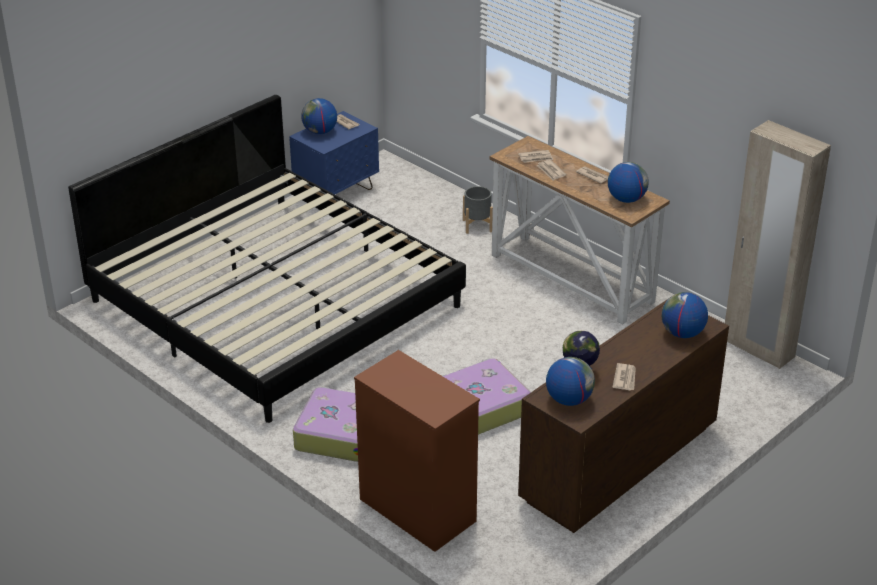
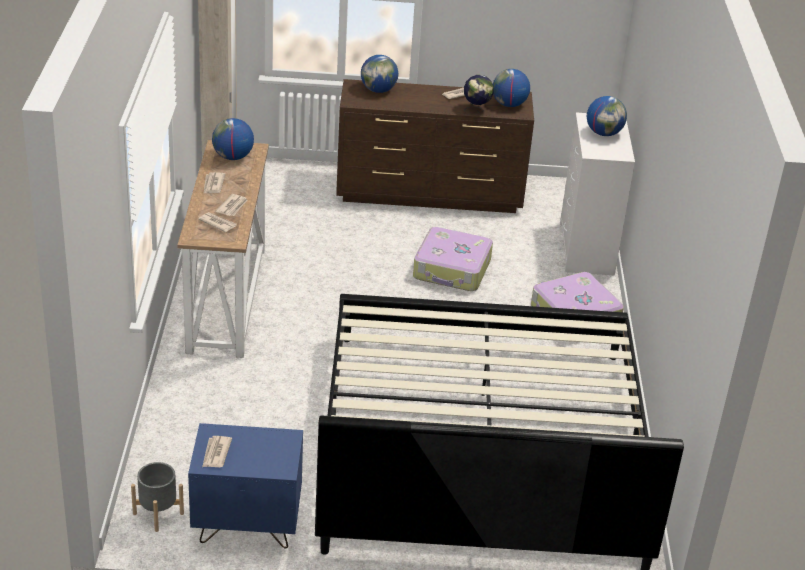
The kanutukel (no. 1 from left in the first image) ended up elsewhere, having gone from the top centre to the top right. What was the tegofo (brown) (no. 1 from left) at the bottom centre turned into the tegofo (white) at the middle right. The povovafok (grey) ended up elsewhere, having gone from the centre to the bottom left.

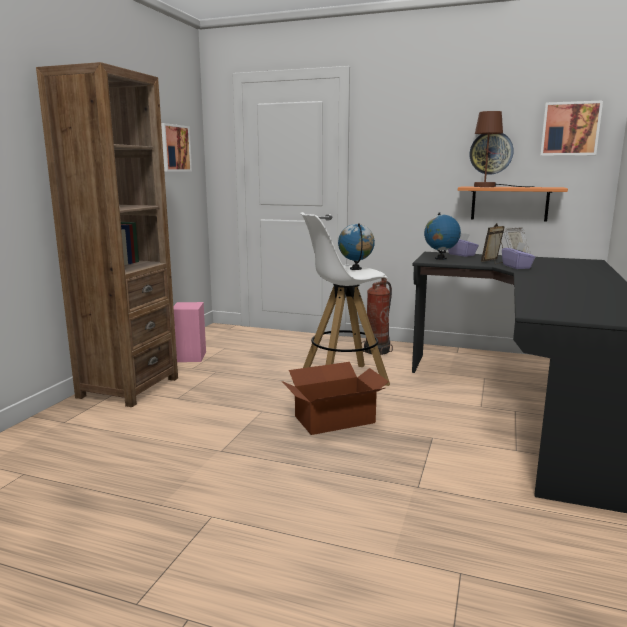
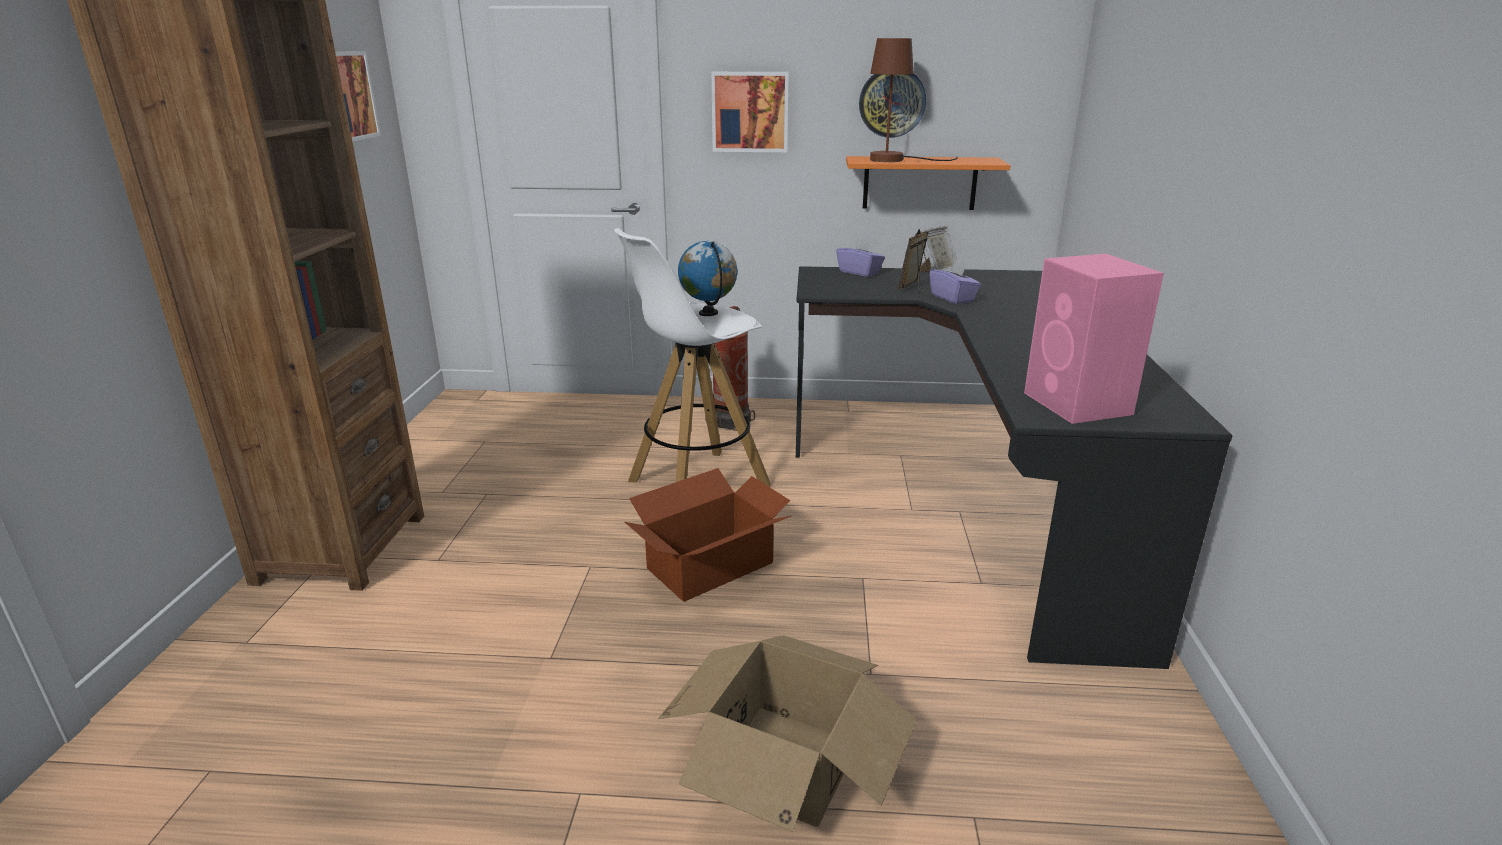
The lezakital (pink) ended up elsewhere, having gone from the middle left to the middle right. The second view lost the kanutukel (no. 2 from left) at the middle right. The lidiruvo (no. 2 from left) ended up elsewhere, having gone from the top right to the top centre. The second view gained the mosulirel (no. 2 from left) at the bottom centre.

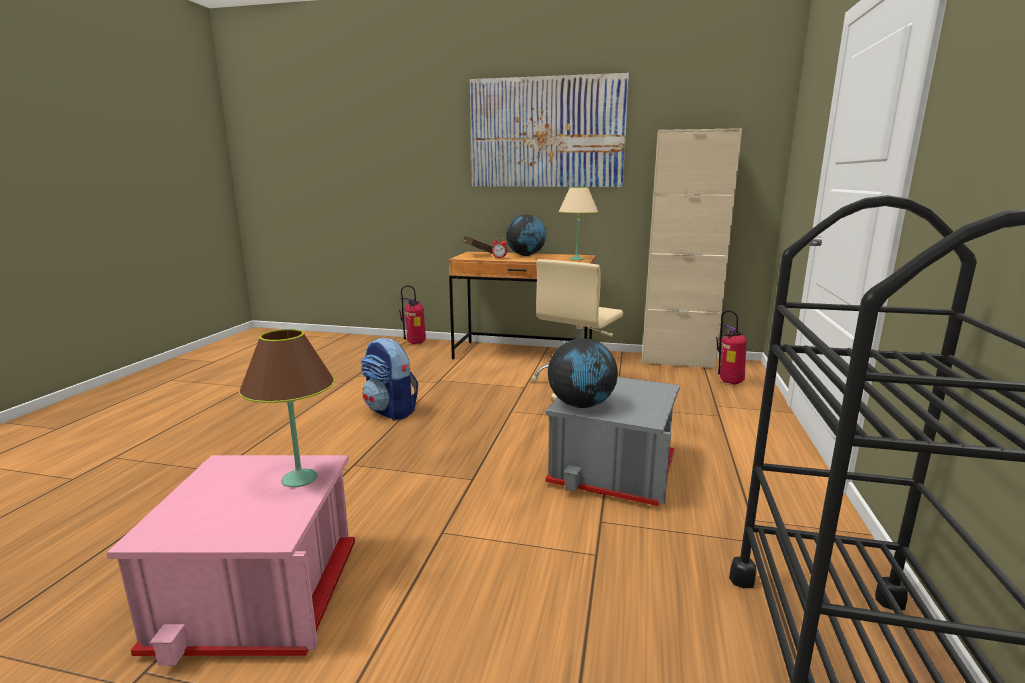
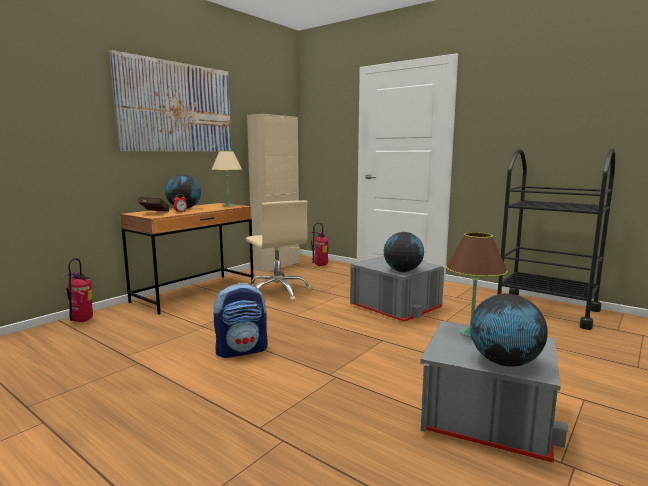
What was the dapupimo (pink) at the bottom left turned into the dapupimo (grey) (no. 2 from left) at the bottom right. The second view gained the kanutukel (no. 3 from left) at the bottom right.

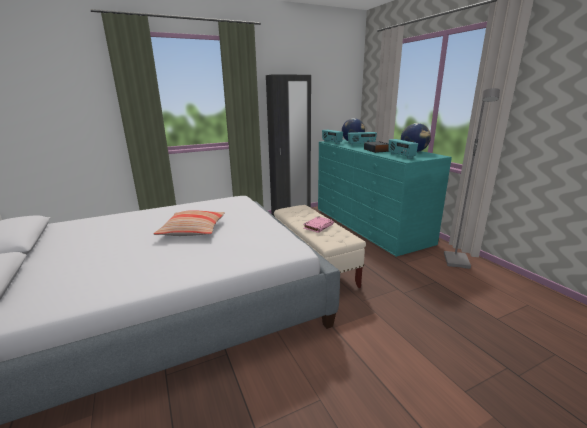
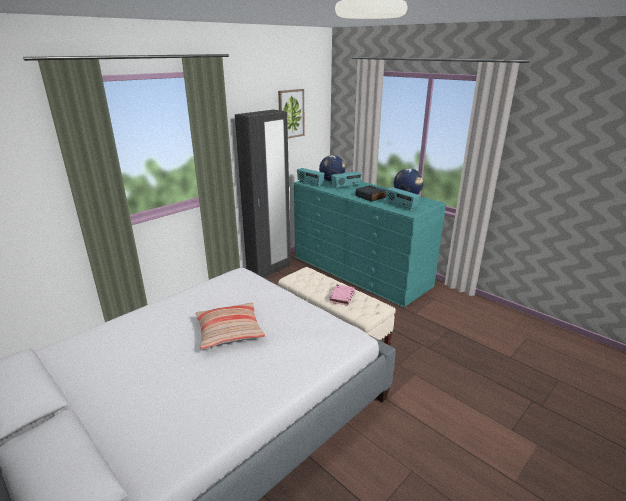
The second view lost the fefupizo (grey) at the middle right. The second view gained the lidiruvo at the top centre.

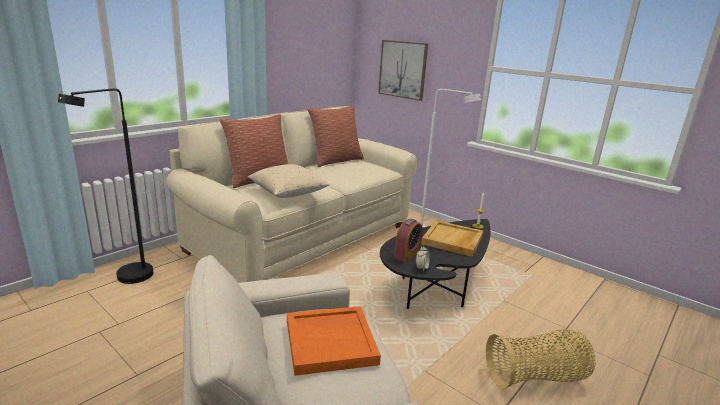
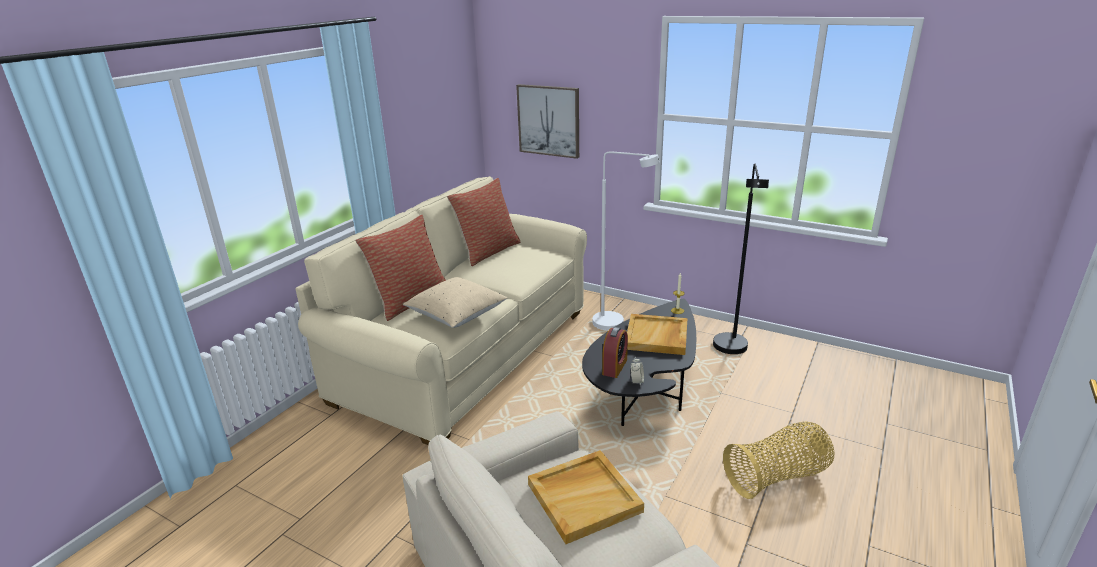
The fefupizo (black) ended up elsewhere, having gone from the middle left to the middle right. What was the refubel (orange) at the bottom centre turned into the refubel (beige) (no. 1 from left) at the bottom centre.

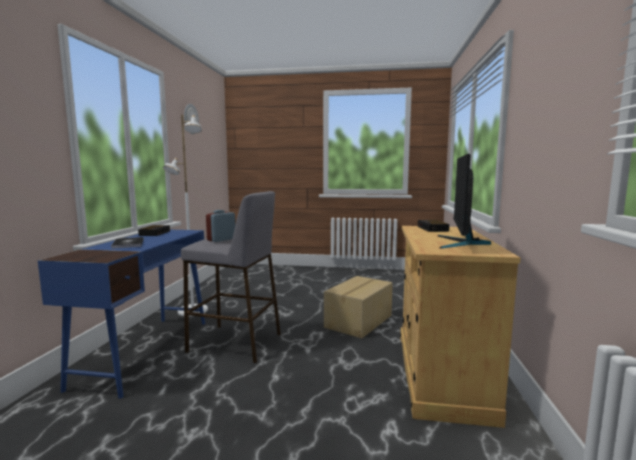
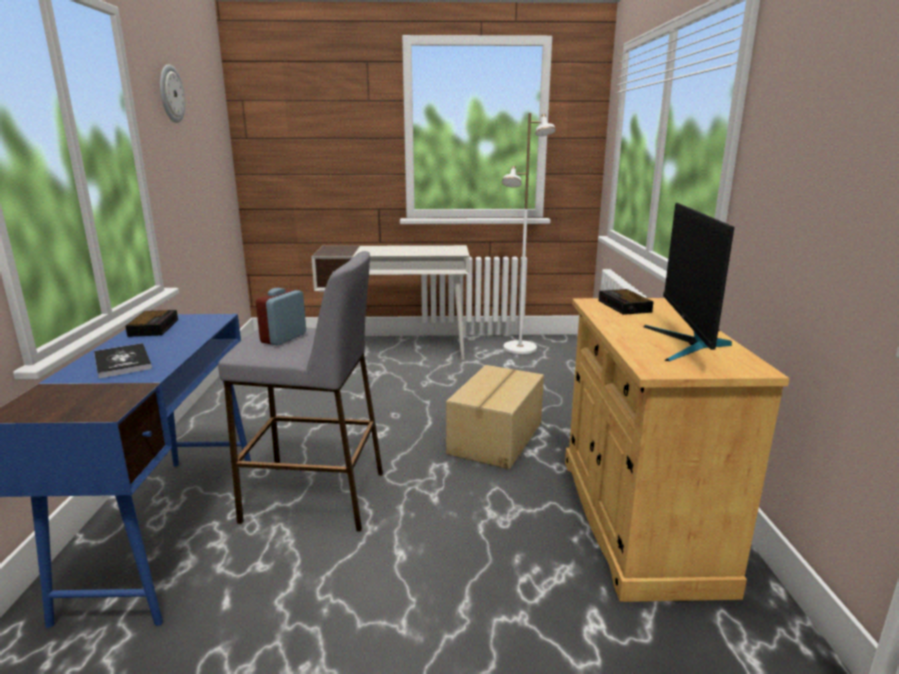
The fefupizo (white) ended up elsewhere, having gone from the middle left to the centre. The second view gained the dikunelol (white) at the centre.

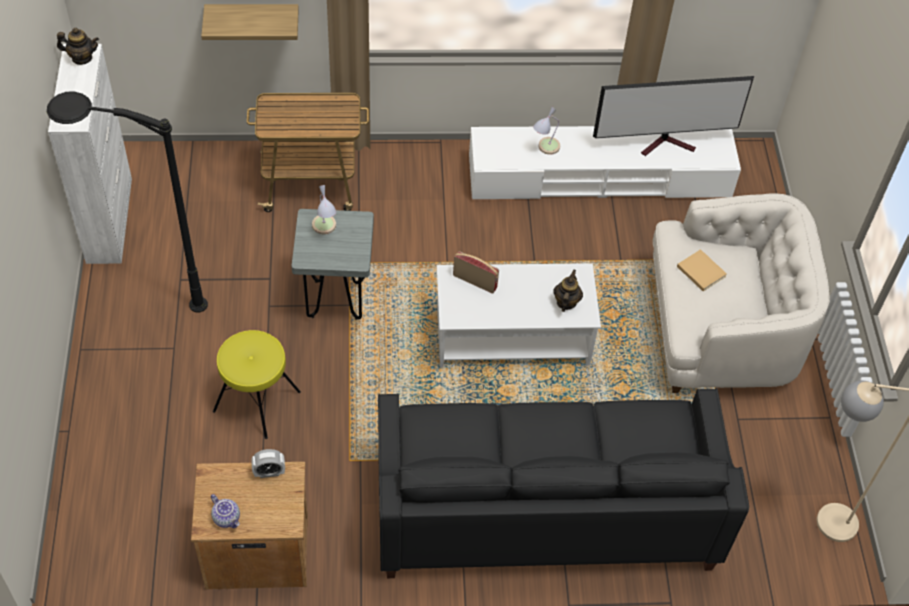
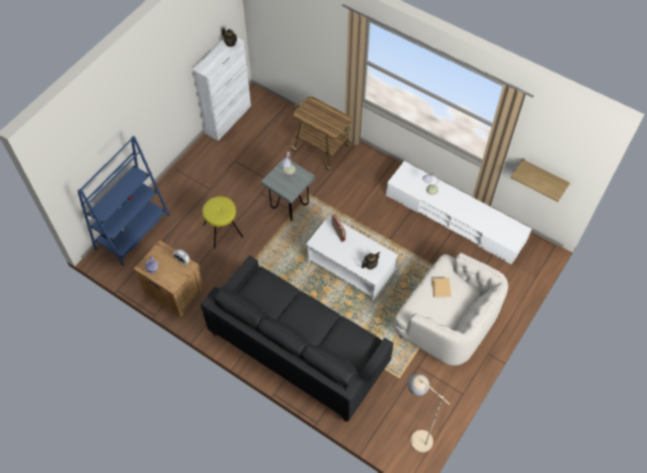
The second view lost the fefupizo (black) at the middle left. The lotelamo ended up elsewhere, having gone from the top left to the middle right. The second view lost the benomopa at the top right. The second view gained the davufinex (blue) at the middle left.

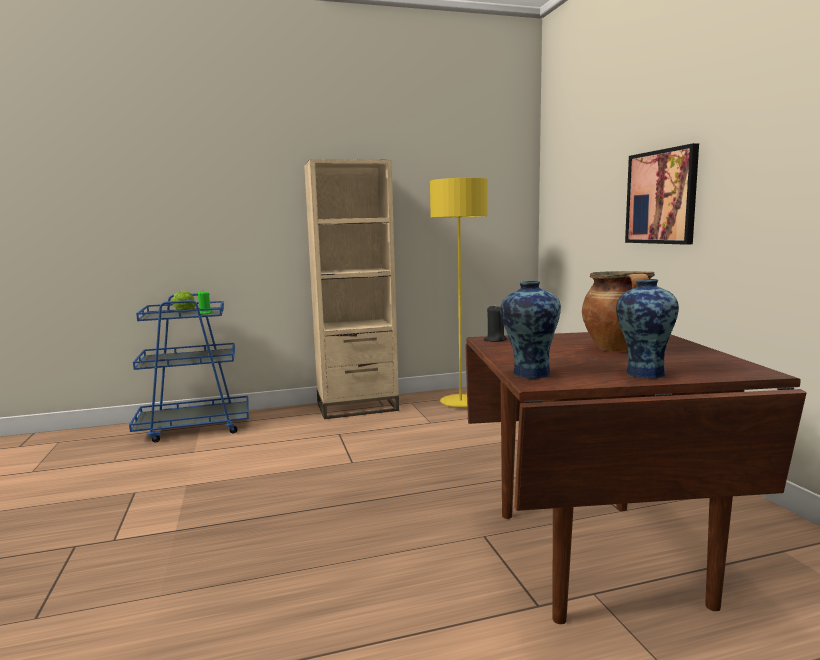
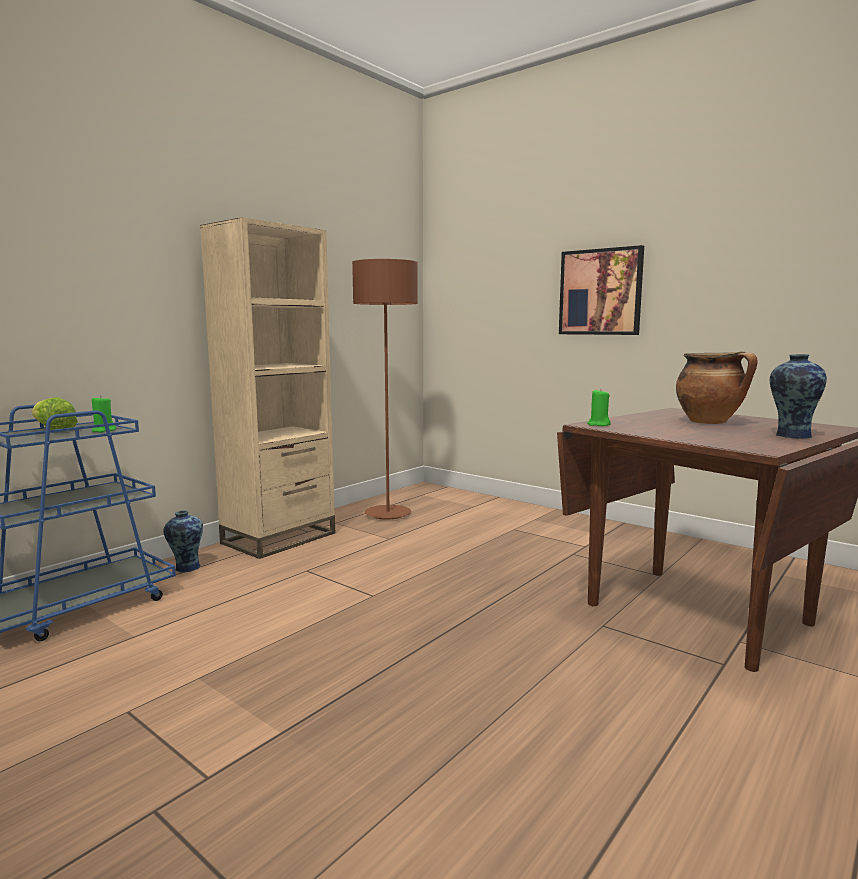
What was the fefupizo (yellow) at the centre turned into the fefupizo (brown) at the centre. What was the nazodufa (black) at the centre turned into the nazodufa (green) (no. 2 from left) at the middle right. The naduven (no. 1 from left) ended up elsewhere, having gone from the centre to the middle left.

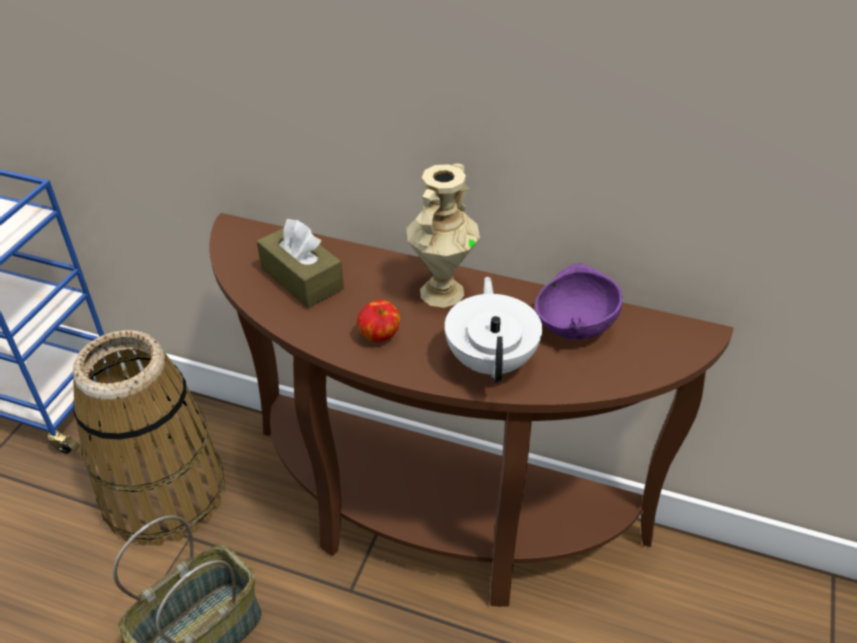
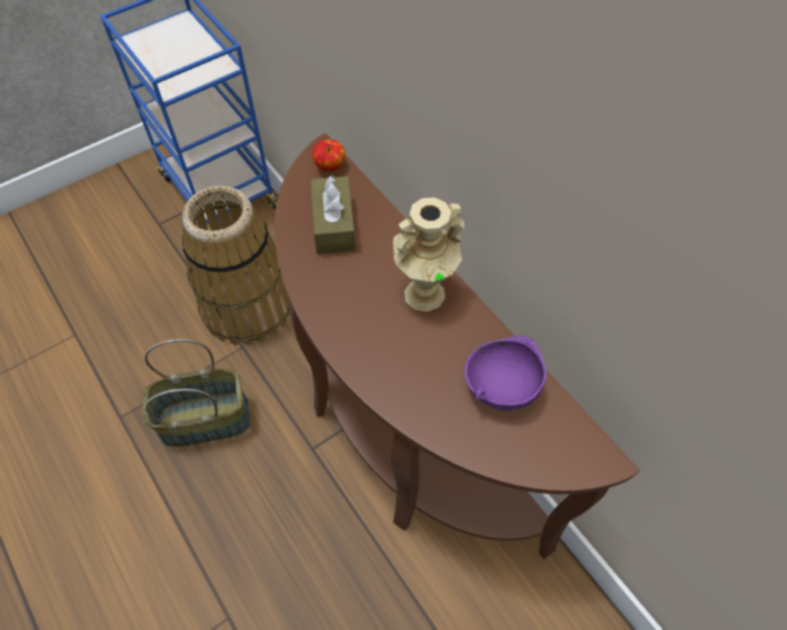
The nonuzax ended up elsewhere, having gone from the centre to the top centre. The second view lost the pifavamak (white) at the centre.

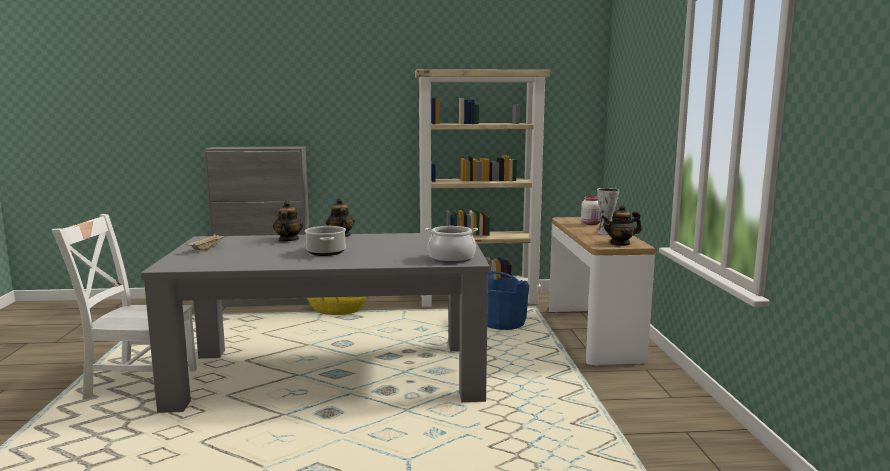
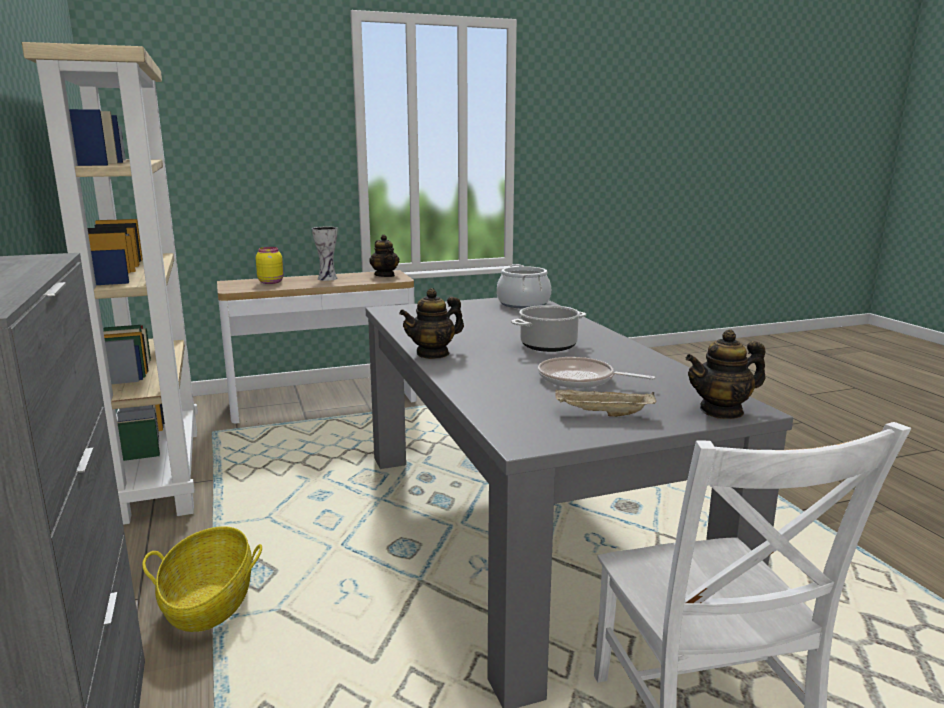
The pifavamak (no. 1 from left in the first image) ended up elsewhere, having gone from the middle left to the middle right. The second view lost the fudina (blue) at the centre. What was the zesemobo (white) at the centre turned into the zesemobo (yellow) at the middle left. The second view gained the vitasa at the centre.

